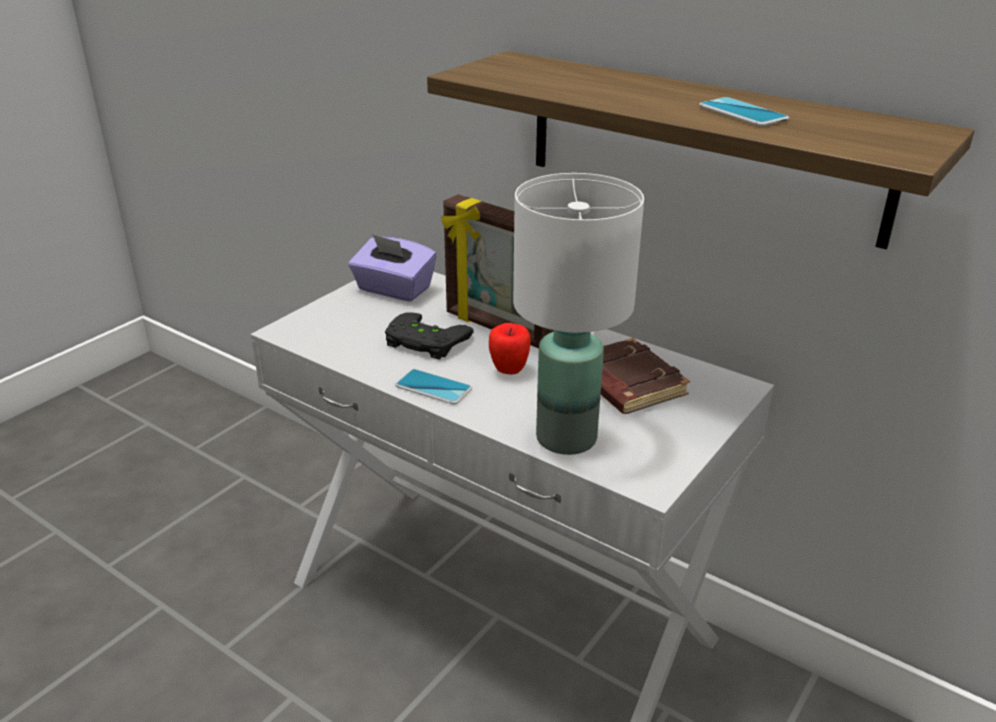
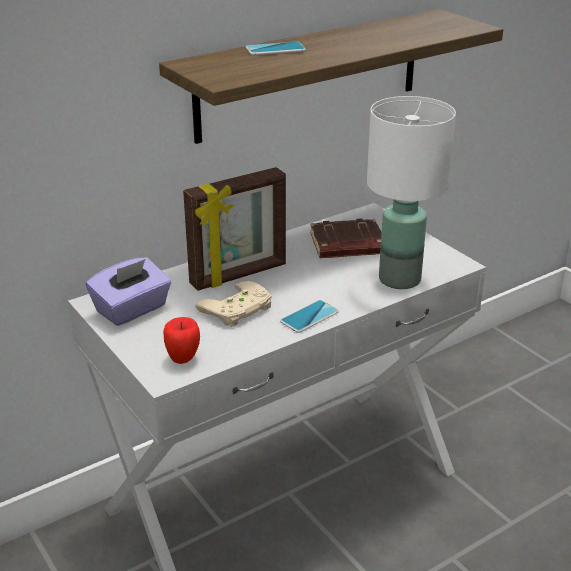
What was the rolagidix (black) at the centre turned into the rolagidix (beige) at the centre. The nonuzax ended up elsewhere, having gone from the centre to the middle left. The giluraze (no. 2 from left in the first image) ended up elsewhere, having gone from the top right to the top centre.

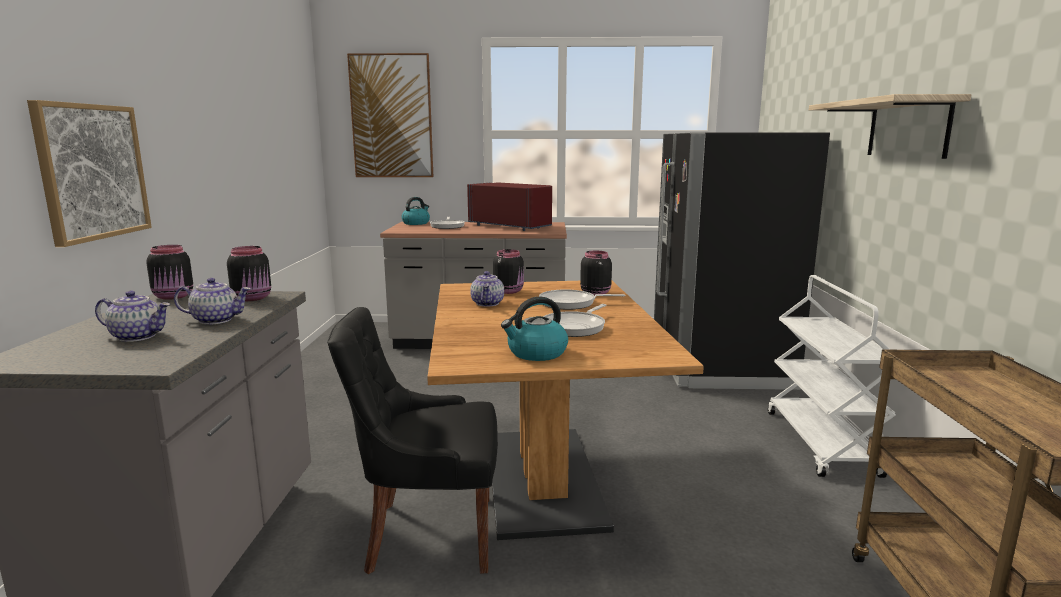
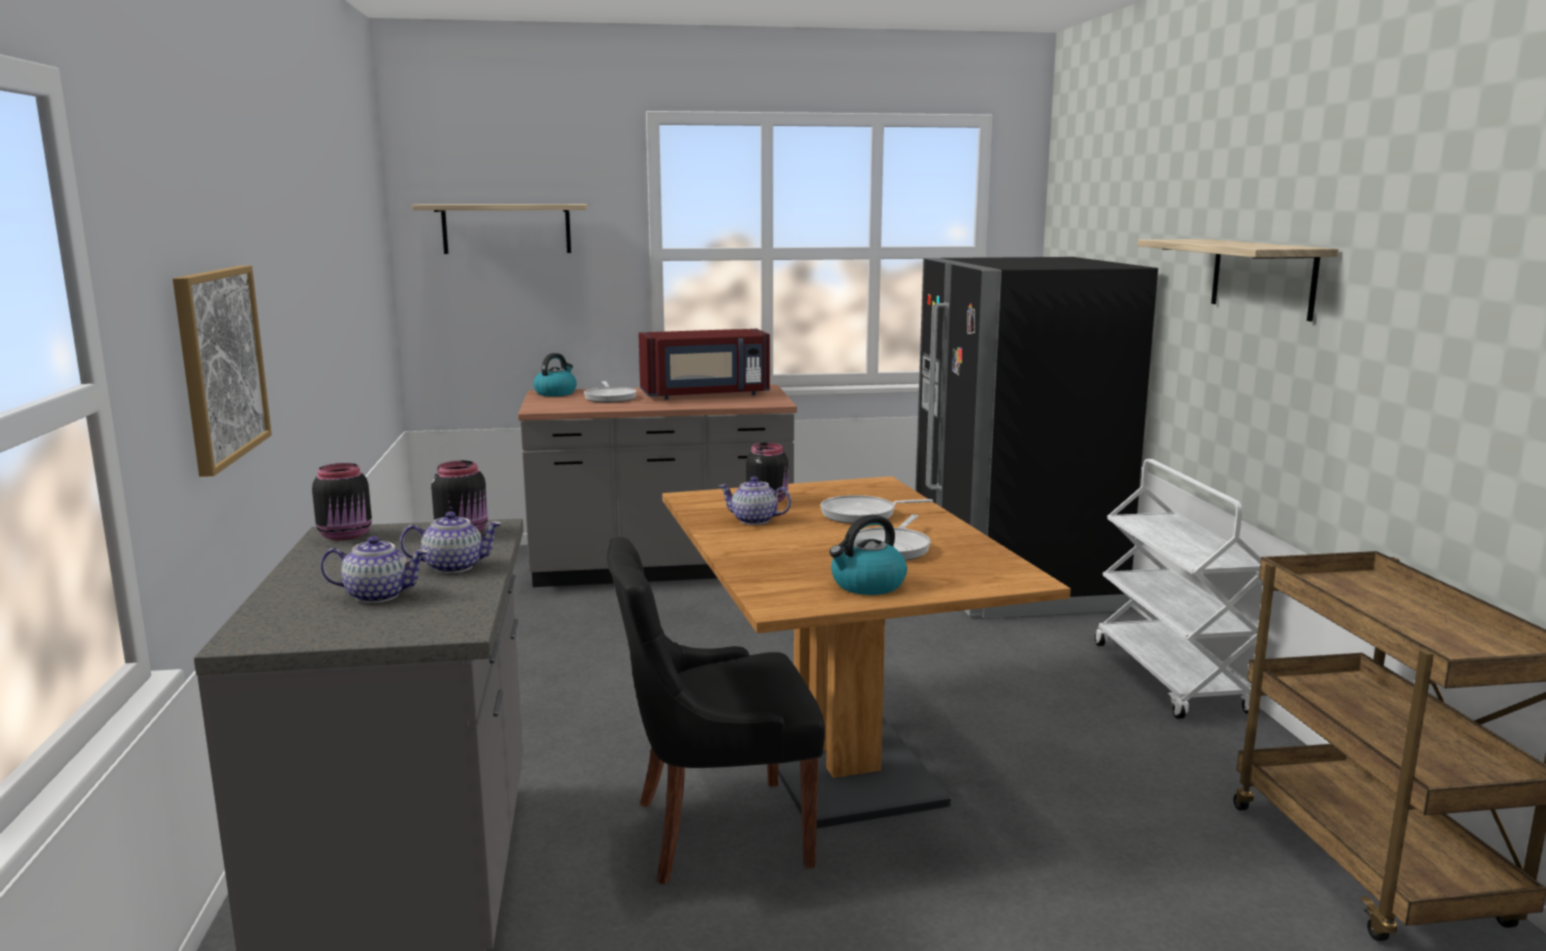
Where the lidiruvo (no. 2 from left) hung at the top centre, the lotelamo (no. 1 from left) came to hang at the top left. The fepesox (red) at the centre ended up facing another way, 135 degrees clockwise from before. The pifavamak (no. 3 from left) at the centre ended up facing another way, 120 degrees clockwise from before. The second view lost the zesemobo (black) (no. 4 from left) at the centre.

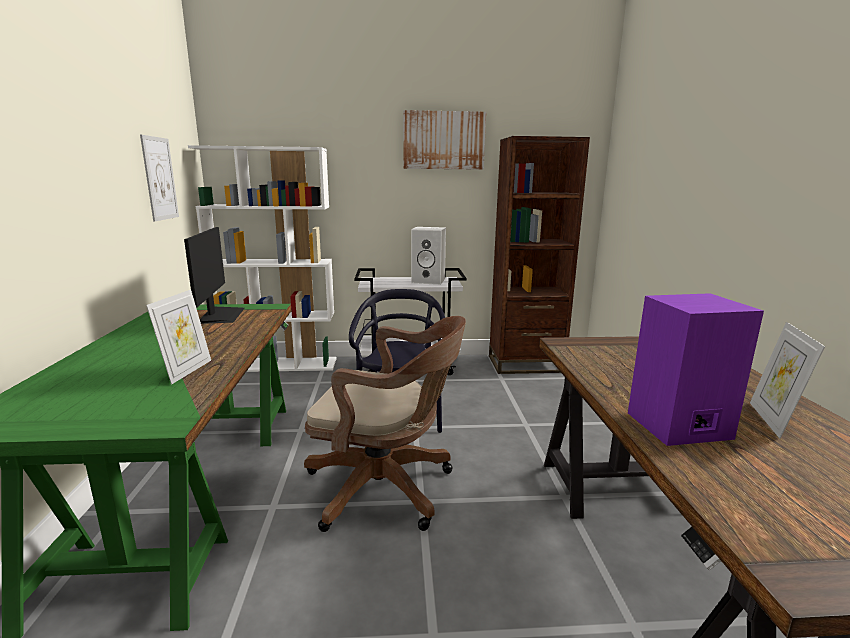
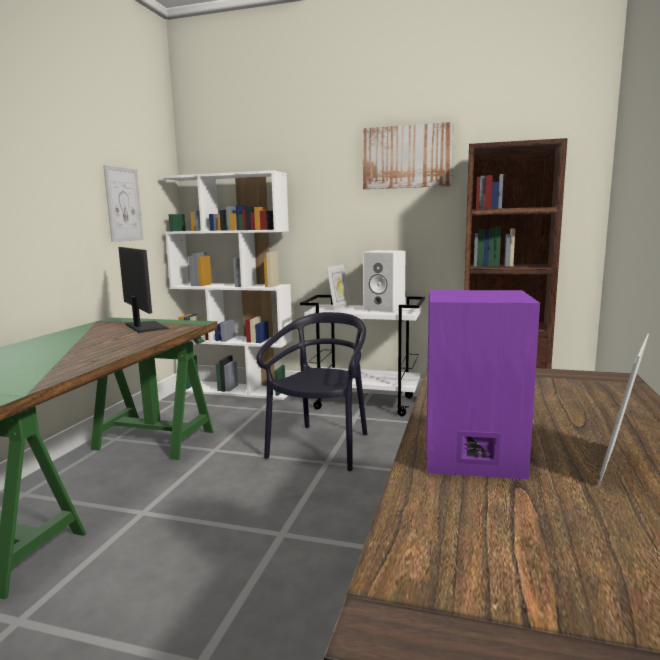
The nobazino (no. 1 from left) ended up elsewhere, having gone from the middle left to the centre. The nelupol at the middle left ended up facing another way, 45 degrees counterclockwise from before. The second view lost the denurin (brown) at the centre.

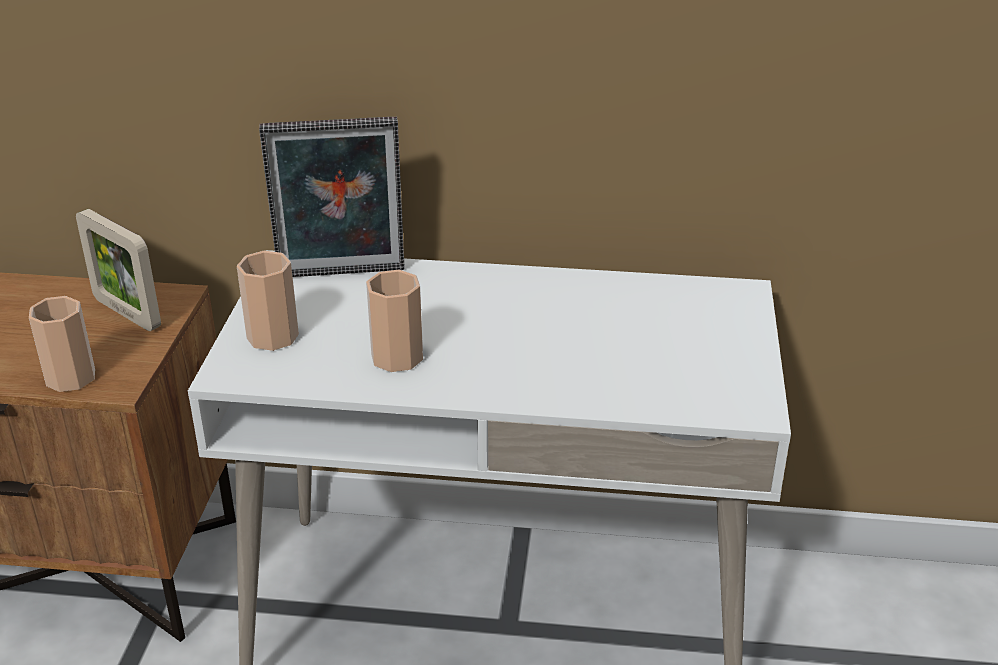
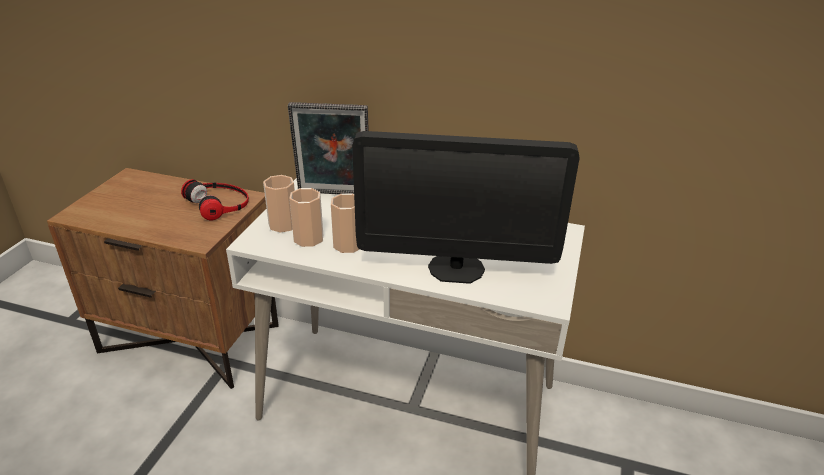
The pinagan (no. 1 from left in the first image) ended up elsewhere, having gone from the middle left to the centre. Where the nobazino (no. 1 from left) stood at the middle left, the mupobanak came to stand at the middle left. The second view gained the nelupol at the centre.

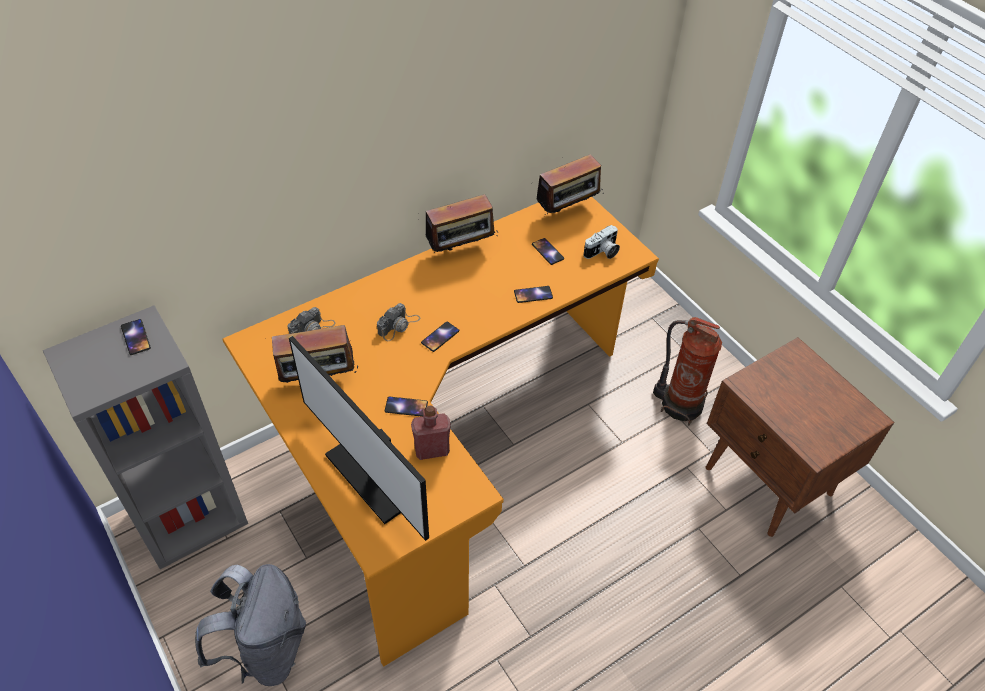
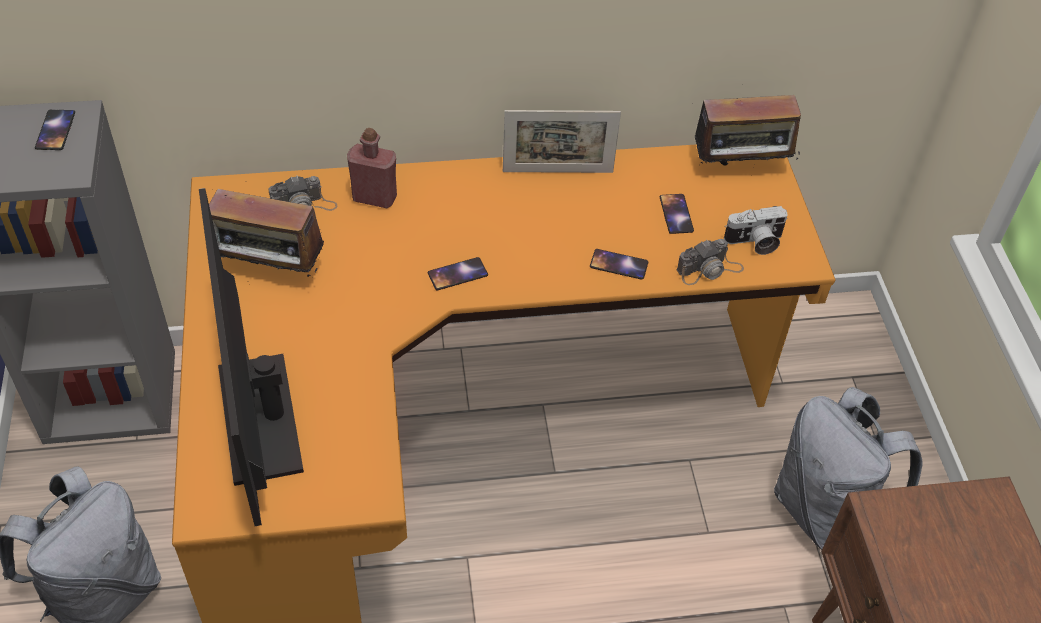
The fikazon (no. 2 from left) ended up elsewhere, having gone from the centre to the middle right. The second view lost the giluraze (no. 2 from left) at the centre. The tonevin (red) ended up elsewhere, having gone from the centre to the top centre. Where the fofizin (no. 2 from left) stood at the top centre, the nobazino came to stand at the top centre. Where the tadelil stood at the middle right, the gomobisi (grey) (no. 2 from left) came to stand at the bottom right.

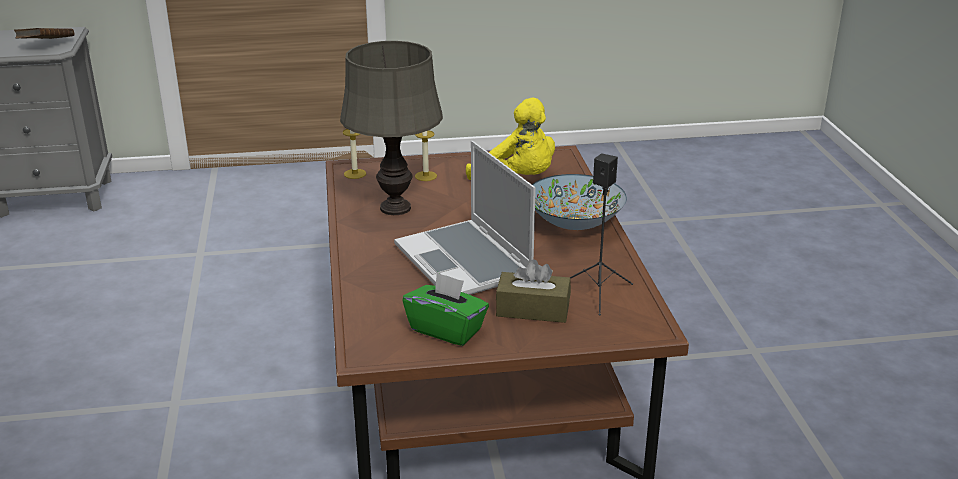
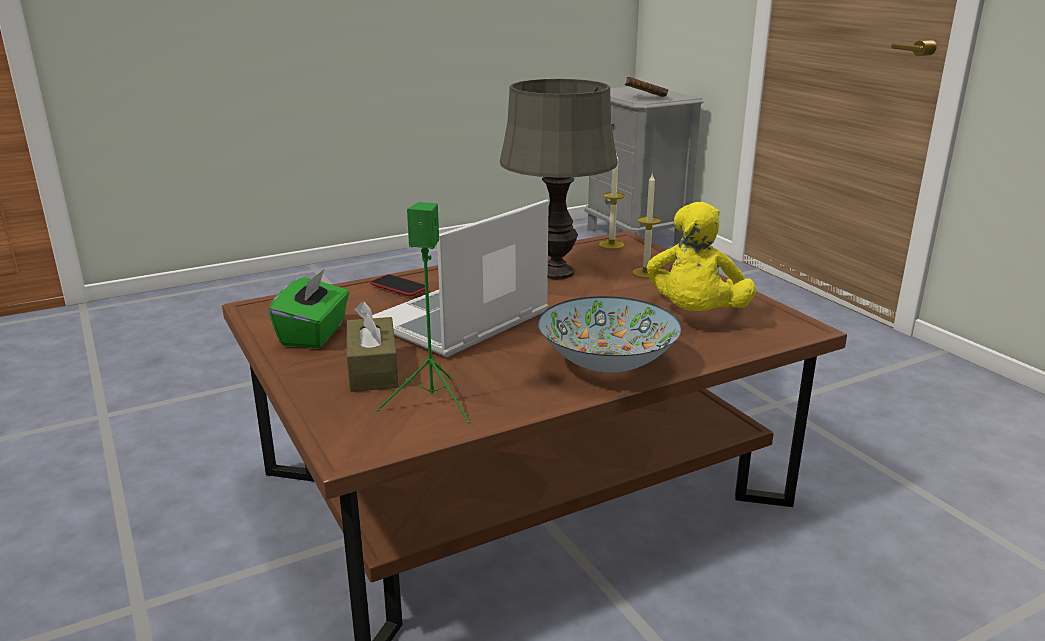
What was the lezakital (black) at the centre turned into the lezakital (green) at the centre. The second view gained the giluraze at the centre.

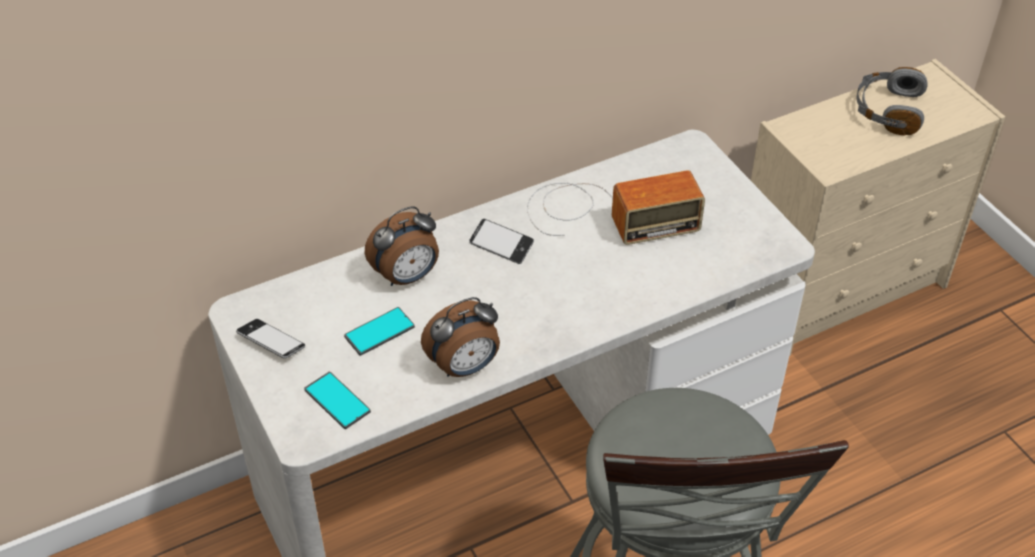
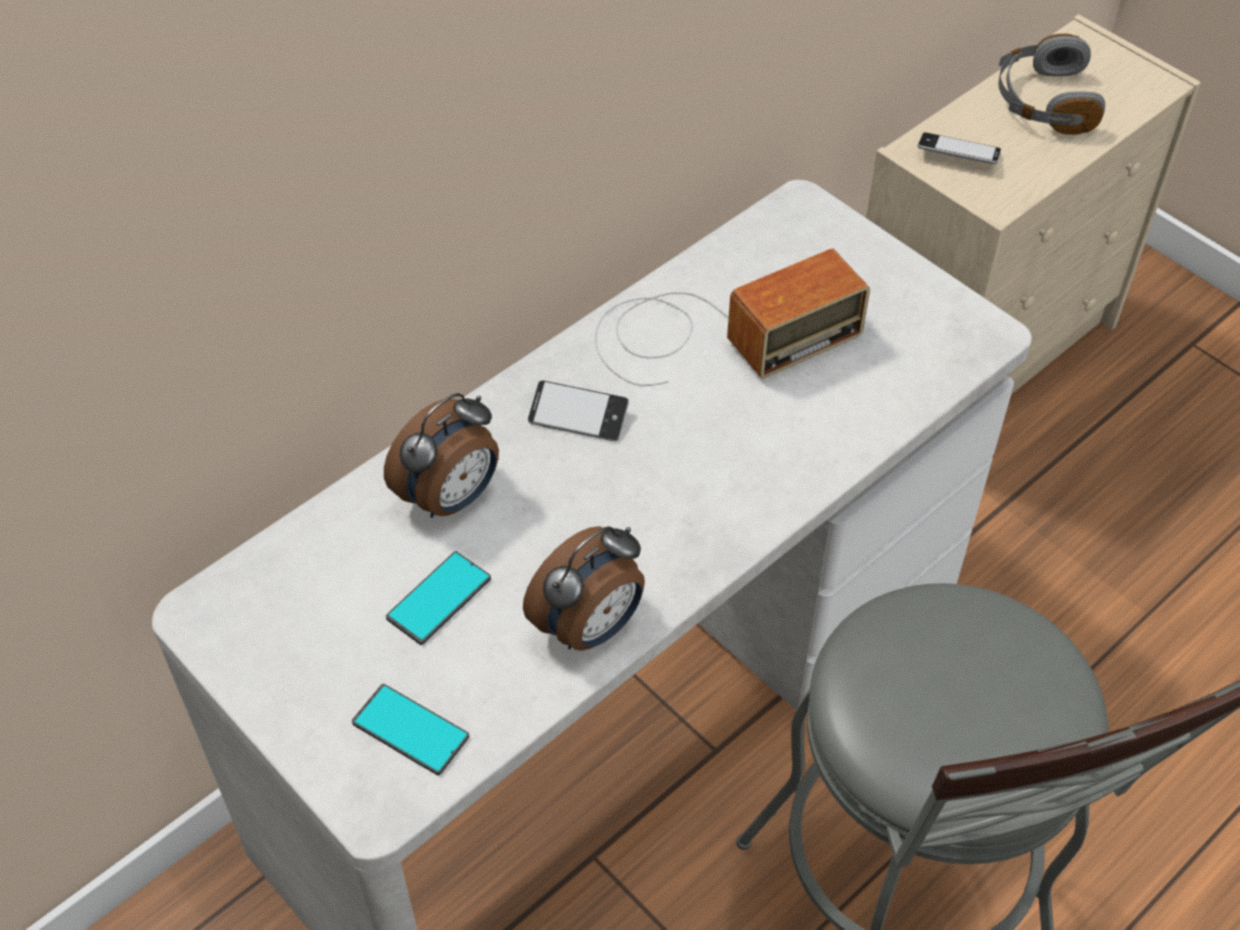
The giluraze (no. 1 from left in the first image) ended up elsewhere, having gone from the middle left to the top right.

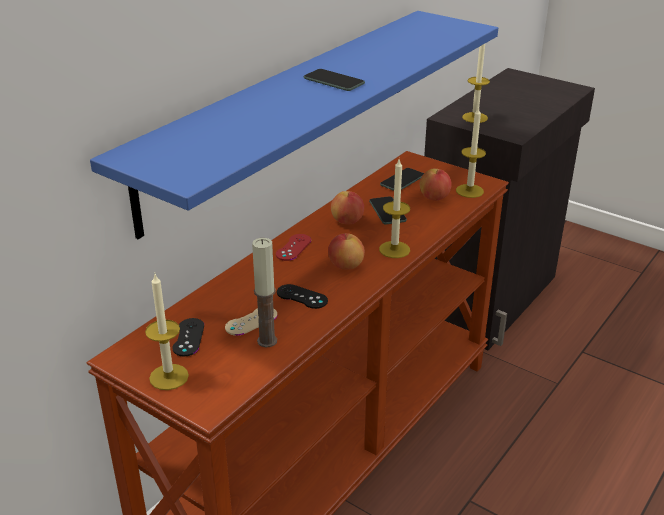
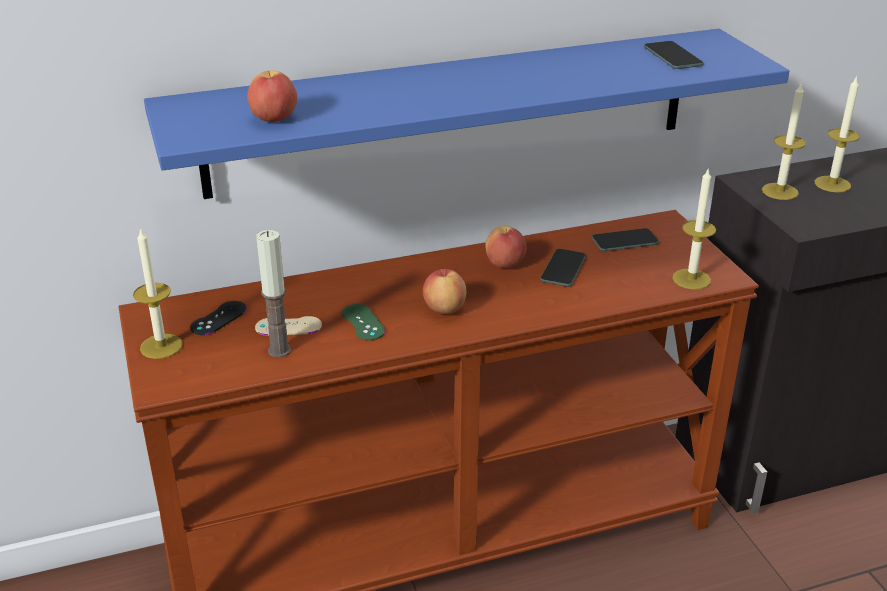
The second view lost the rolagidix (red) at the centre. What was the rolagidix (black) (no. 2 from left) at the centre turned into the rolagidix (green) at the centre. The giluraze (no. 1 from left in the first image) ended up elsewhere, having gone from the top centre to the top right. The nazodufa (no. 3 from left in the first image) ended up elsewhere, having gone from the centre to the top right. The nonuzax (no. 3 from left in the first image) ended up elsewhere, having gone from the centre to the top left.

